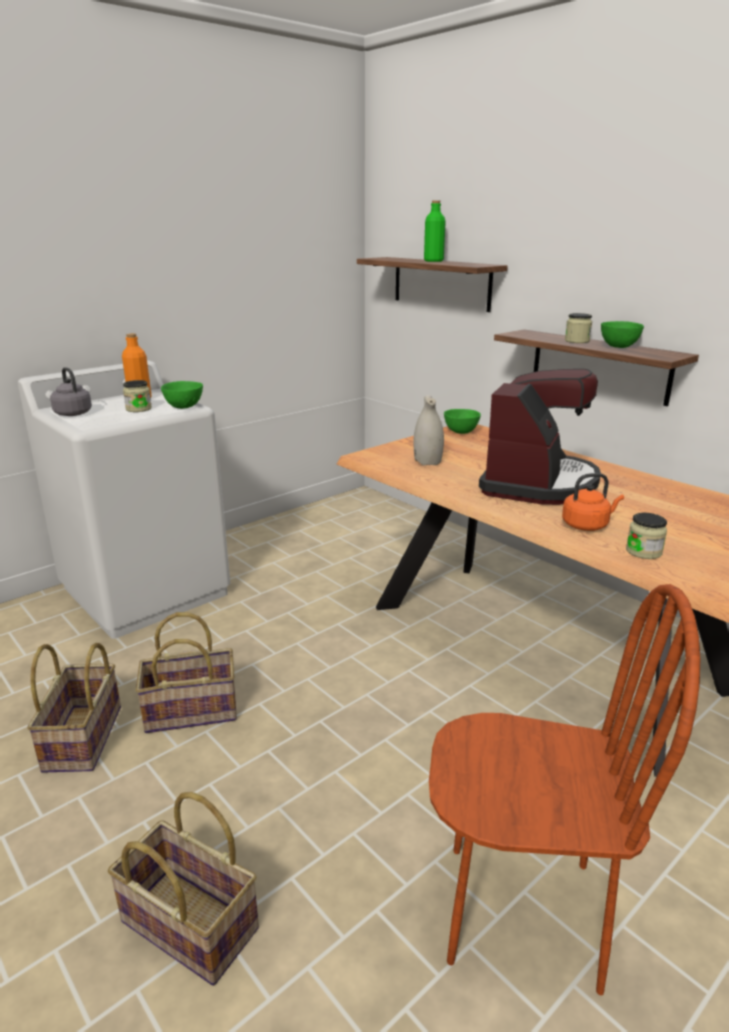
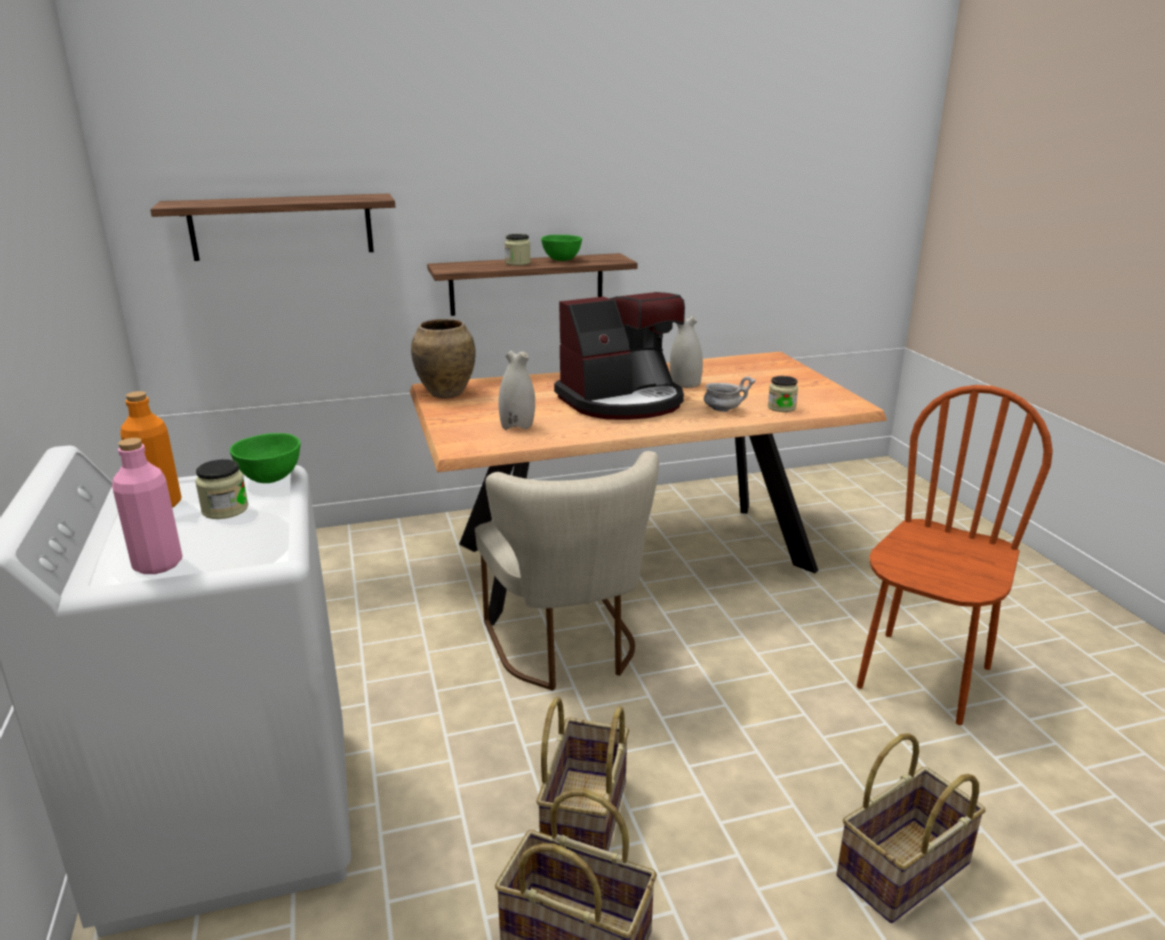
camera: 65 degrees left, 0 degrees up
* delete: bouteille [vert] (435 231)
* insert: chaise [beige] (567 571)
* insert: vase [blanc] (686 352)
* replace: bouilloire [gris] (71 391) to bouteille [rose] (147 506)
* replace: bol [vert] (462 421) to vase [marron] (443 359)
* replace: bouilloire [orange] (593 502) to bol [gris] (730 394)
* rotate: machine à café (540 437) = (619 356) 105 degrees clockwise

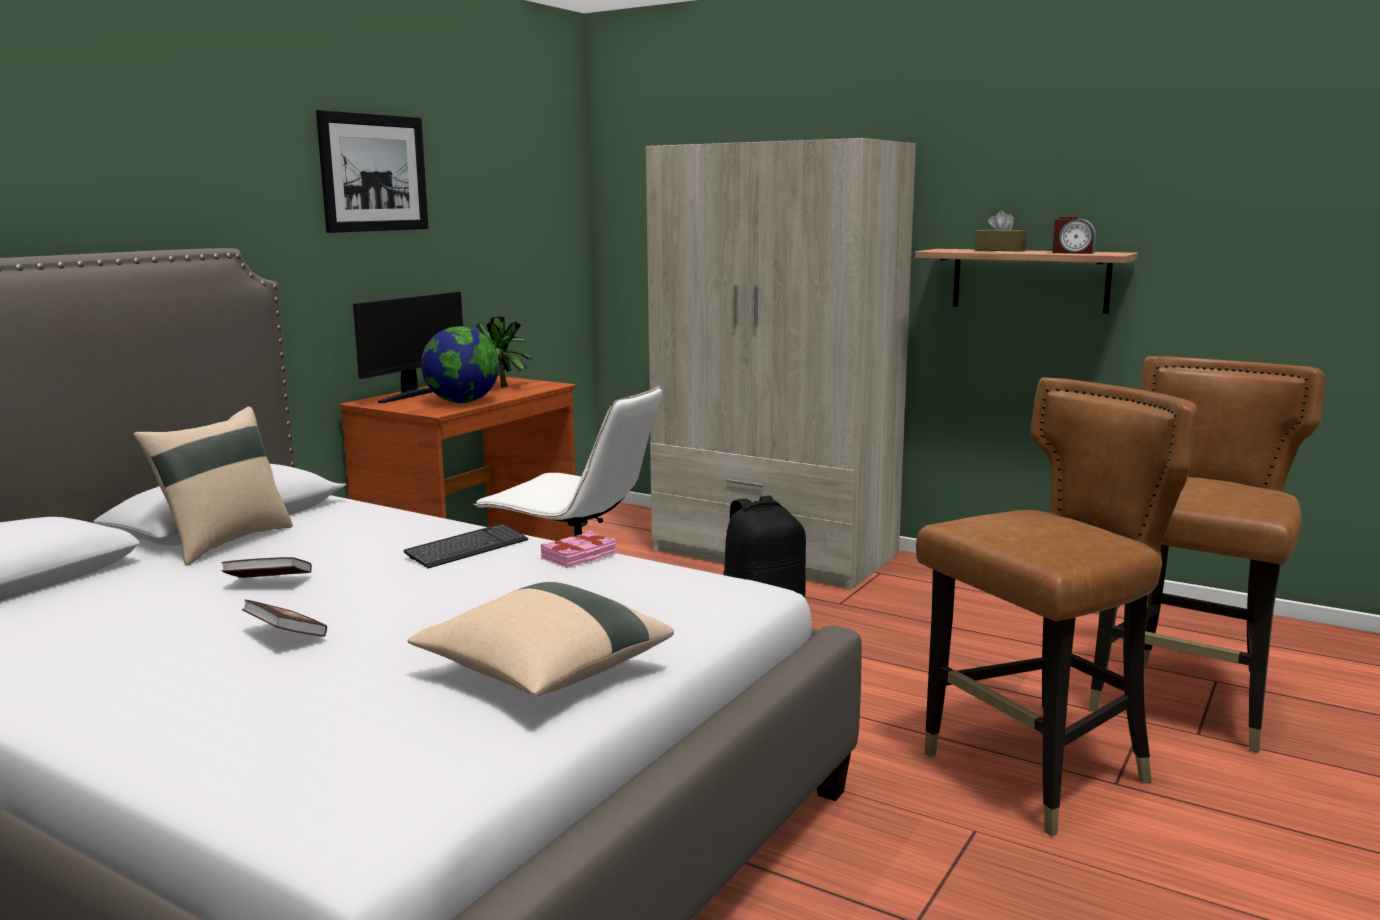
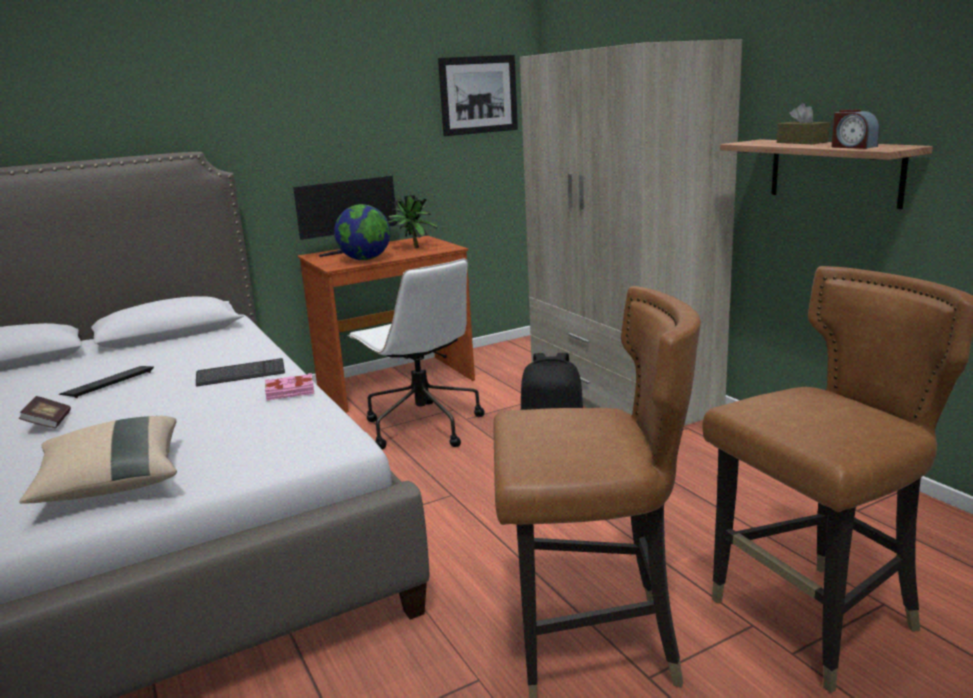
camera: 30 degrees right, 5 degrees up
* delete: coussin [beige] (213 486)
* move: tableau (372 171) to (478 95)
* replace: livre (266 567) to clavier (106 382)

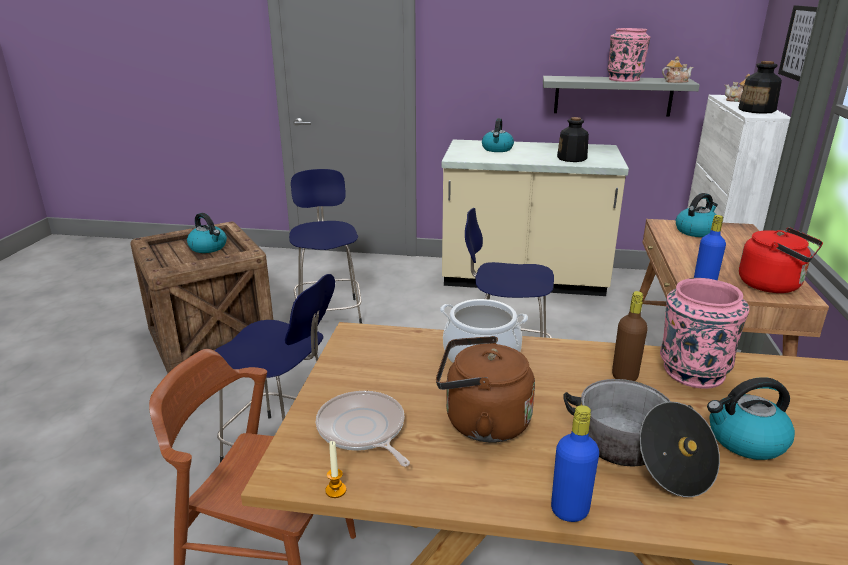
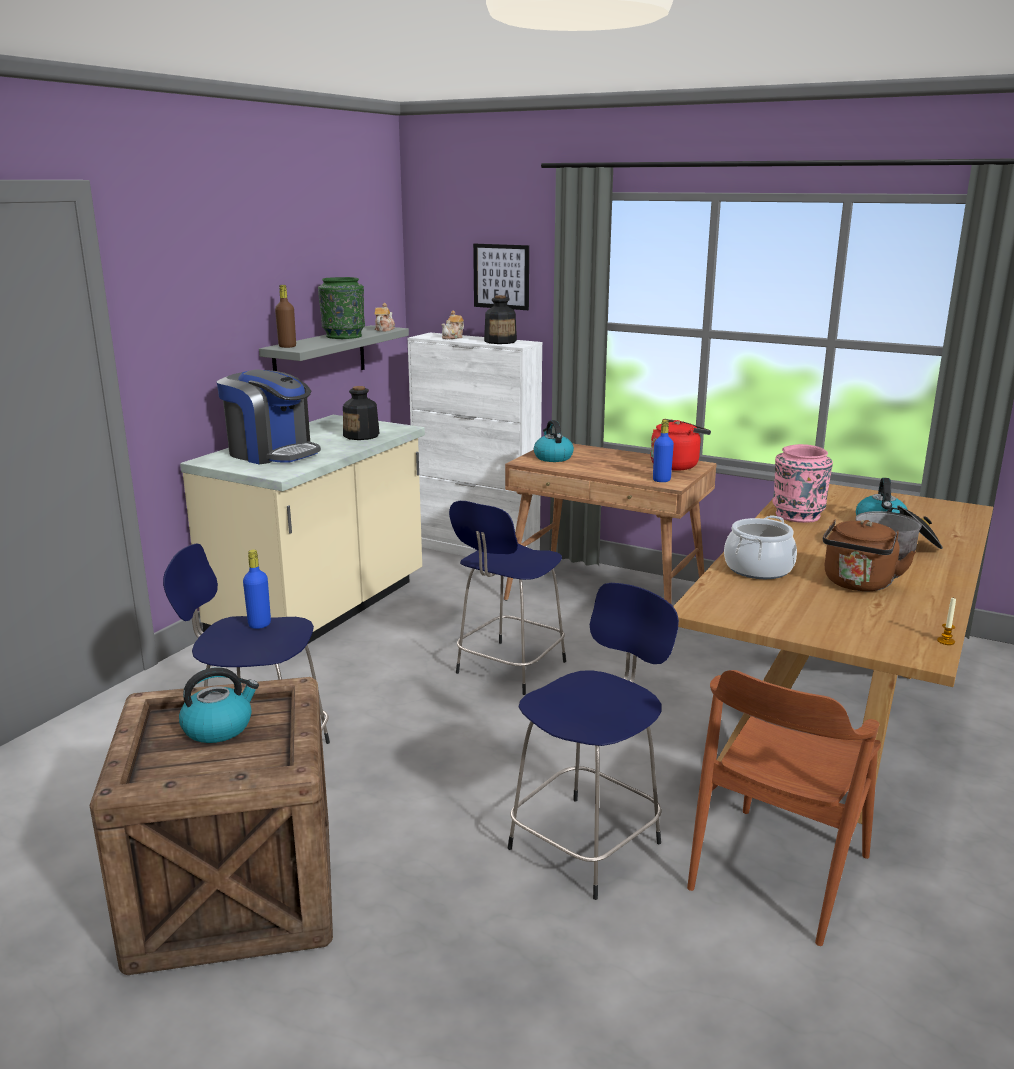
camera: 70 degrees left, 5 degrees down
* delete: poêle (363 429)
* move: bouteille [bleu] (575 463) to (257 589)
* move: bouteille [marron] (630 336) to (285 316)
* replace: bouilloire (498 135) to machine à café (269 417)
* recolor: vase [rose] (628 55) to vase [vert] (341 308)

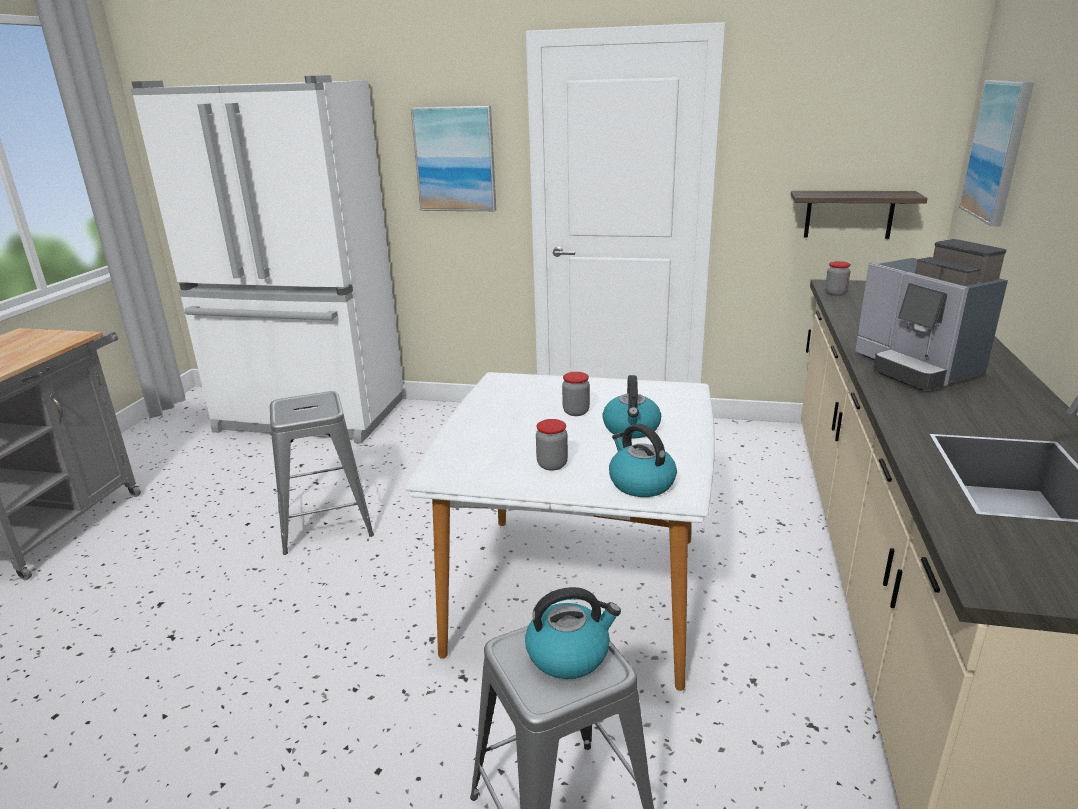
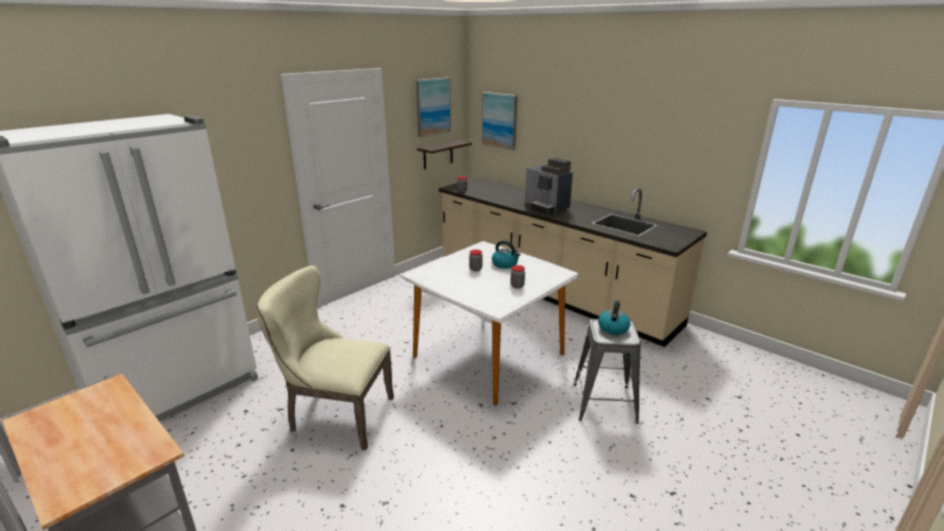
camera: 60 degrees left, 0 degrees up
* delete: bouilloire (643 460)
* move: tableau (453 158) to (433 107)
* replace: tabouret [gris] (322 473) to chaise [beige] (325 358)
* rotate: machine à café (931 315) = (549 186) 45 degrees clockwise

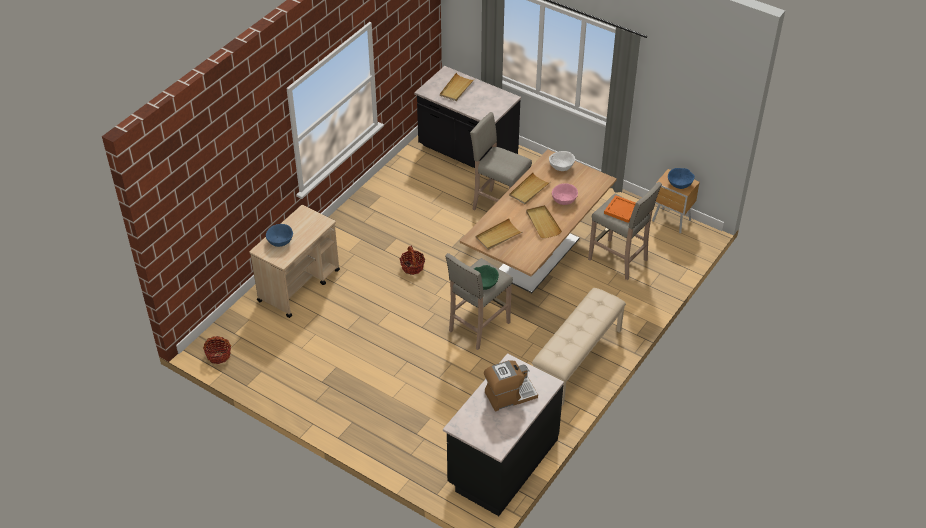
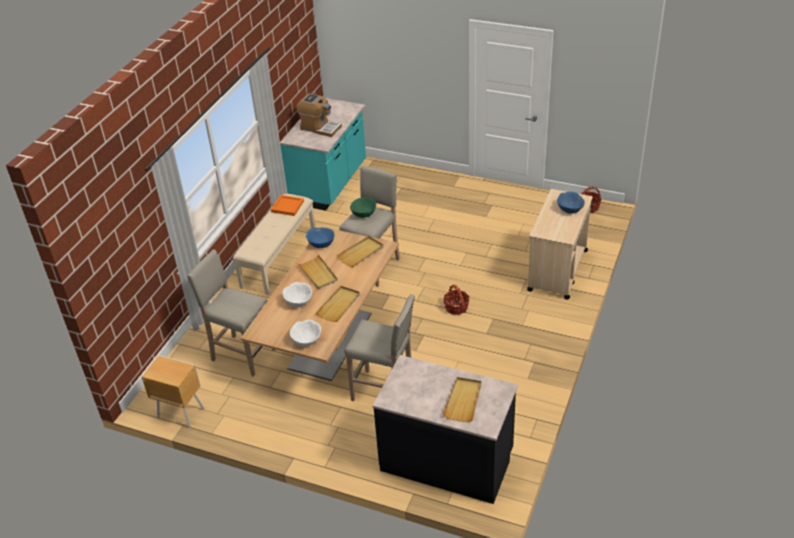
camera: 170 degrees right, 5 degrees down
* move: plateau [orange] (620 209) to (287 205)
* move: bol [bleu] (681 178) to (320 238)
* recolor: comptoir de cuisine [noir] (503 434) to comptoir de cuisine [turquoise] (323 154)
* recolor: bol [rose] (565 194) to bol [blanc] (297 294)
* rotate: machine à café (511 385) = (319 115) 120 degrees counterclockwise

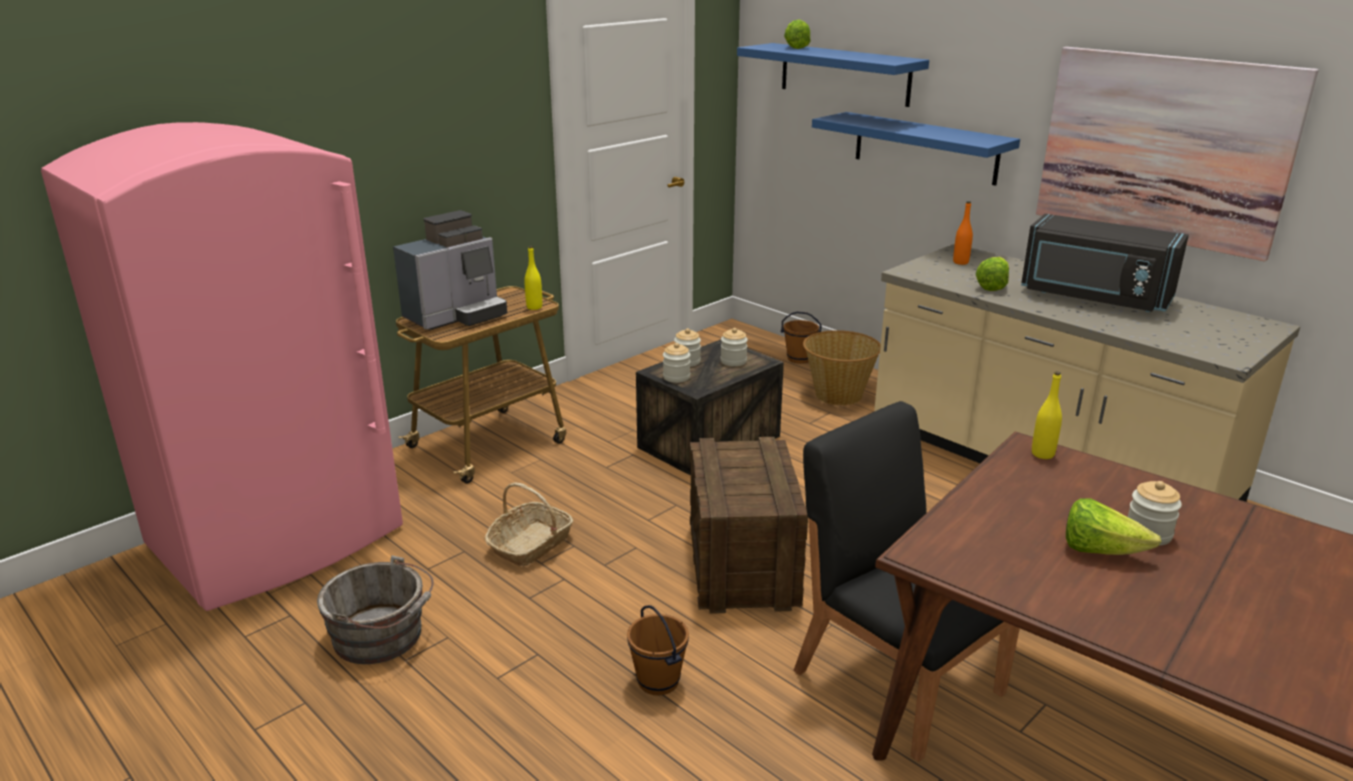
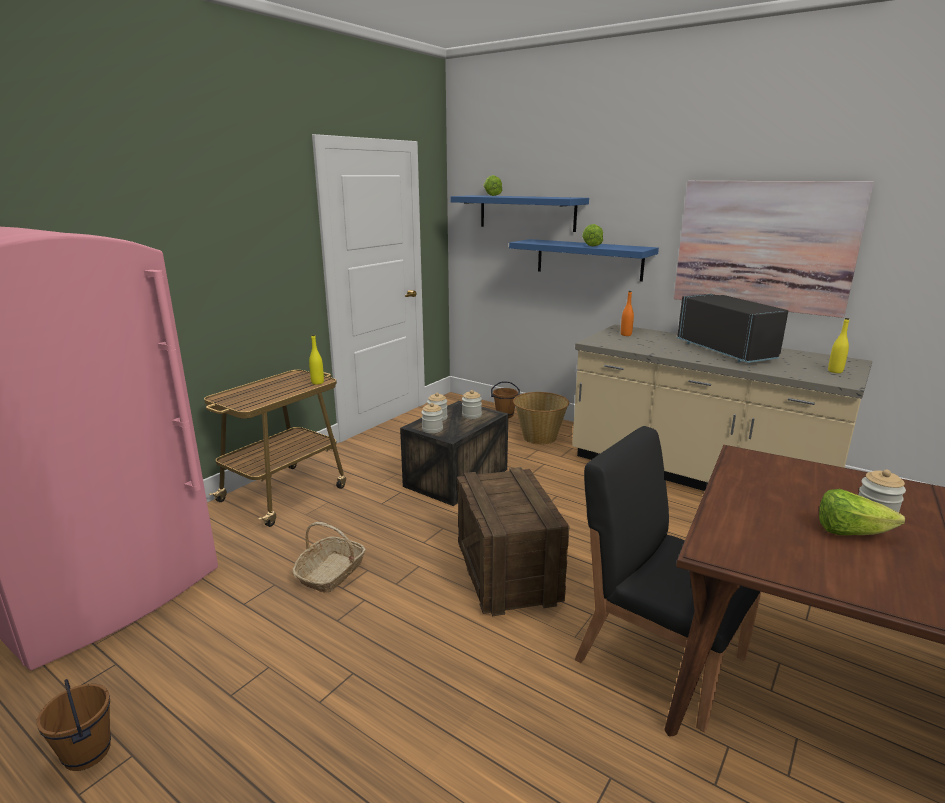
camera: 10 degrees left, 5 degrees down
* delete: seau [gris] (375 609)
* delete: machine à café (450 270)
* move: seau [marron] (658 650) to (74 725)
* move: laitue (992 274) to (592 235)
* move: bouteille [jaune] (1047 415) to (838 345)
* rotate: micro-ondes [noir] (1105 263) = (733 328) 135 degrees counterclockwise

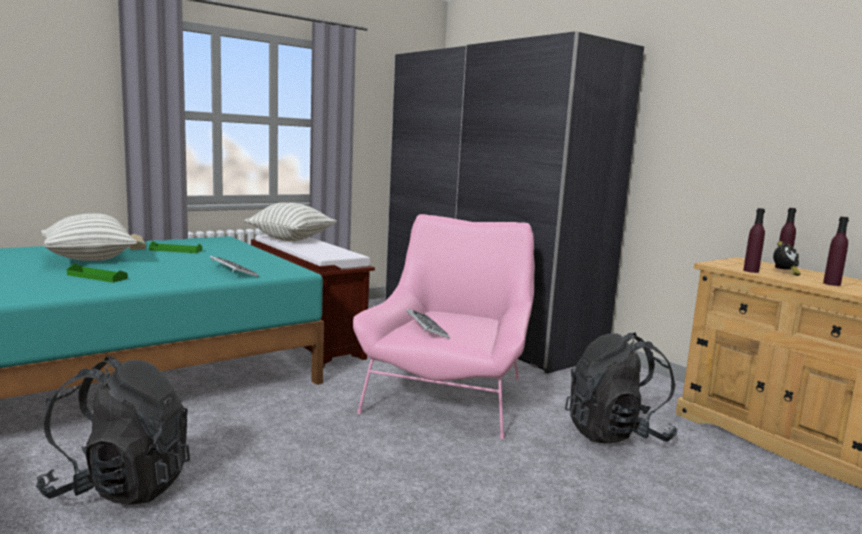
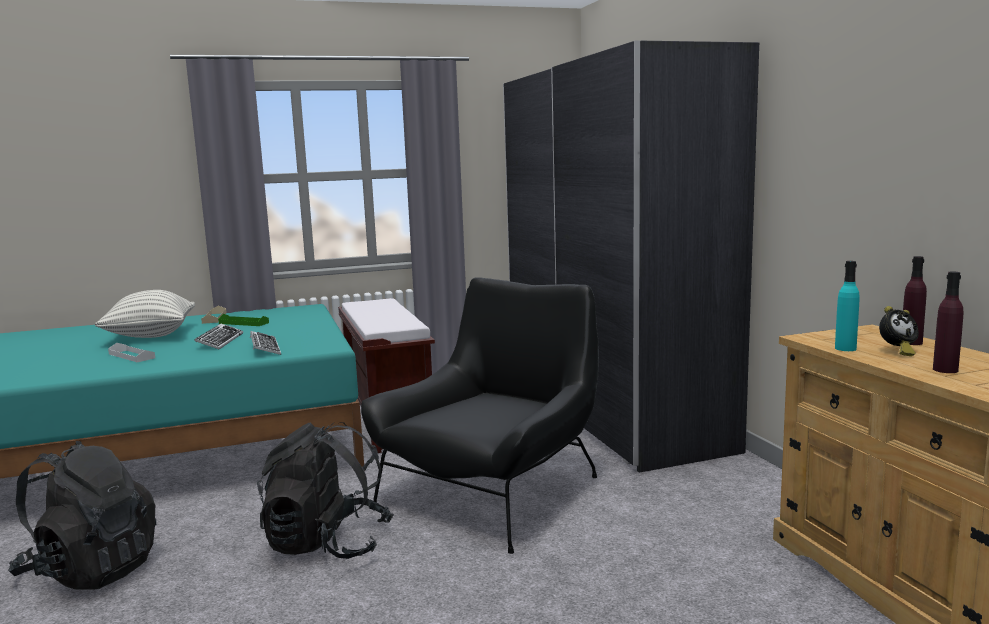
camera: 20 degrees right, 0 degrees up
* delete: coussin (290 221)
* move: clavier (428 324) to (218 336)
* move: sac à dos [noir] (621 388) to (325 490)
* recolor: plateau [vert] (97 273) to plateau [blanc] (131 352)
* recolor: fauteuil [rose] (444 326) to fauteuil [noir] (480 415)
* recolor: bouteille [violet] (754 240) to bouteille [turquoise] (847 306)

